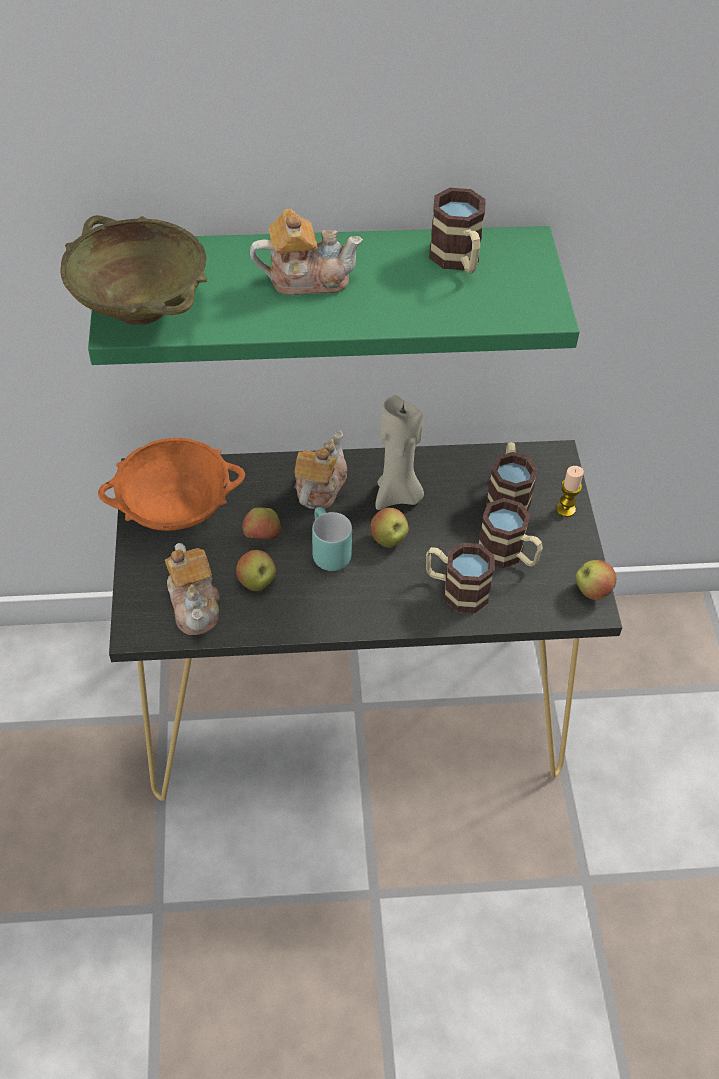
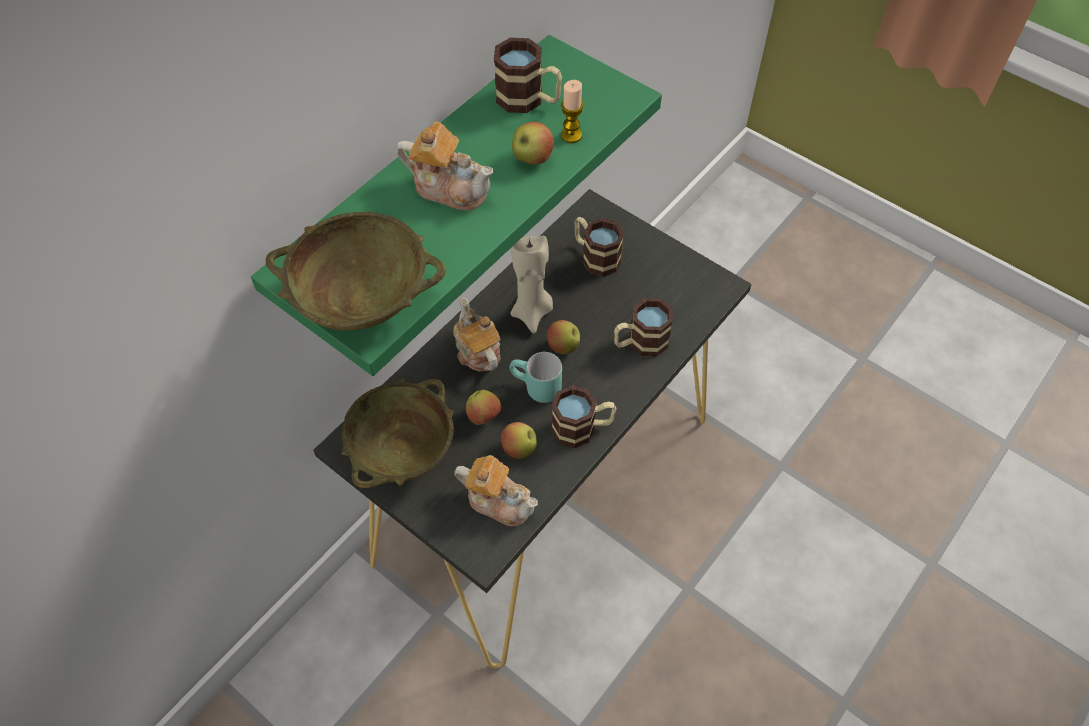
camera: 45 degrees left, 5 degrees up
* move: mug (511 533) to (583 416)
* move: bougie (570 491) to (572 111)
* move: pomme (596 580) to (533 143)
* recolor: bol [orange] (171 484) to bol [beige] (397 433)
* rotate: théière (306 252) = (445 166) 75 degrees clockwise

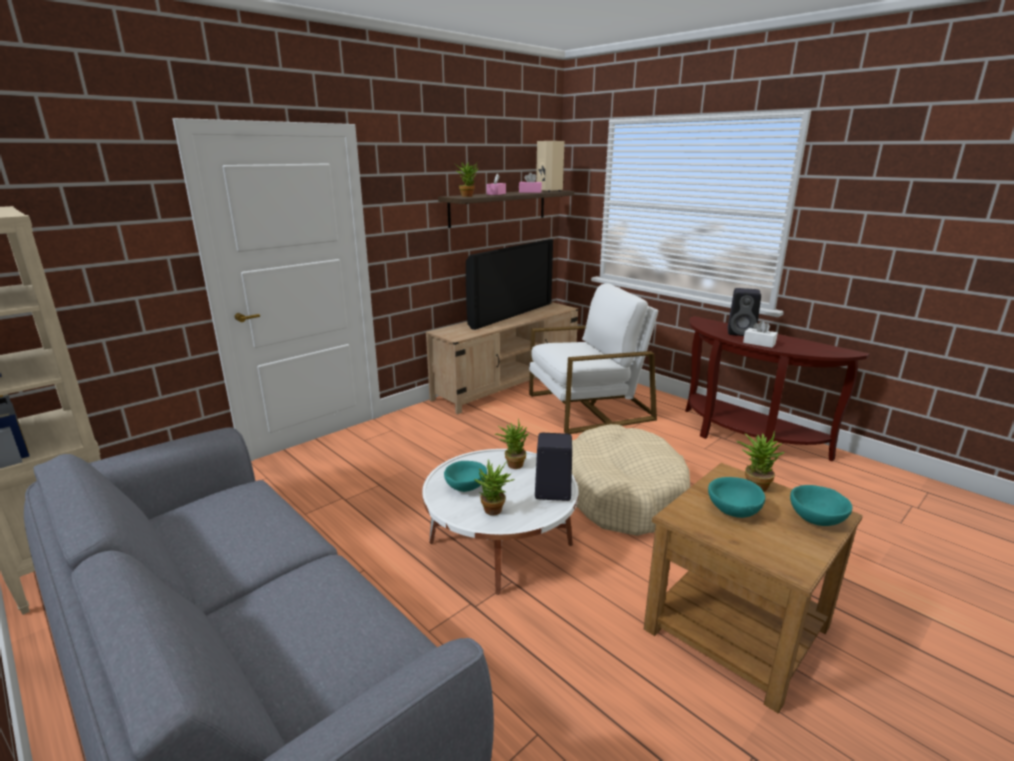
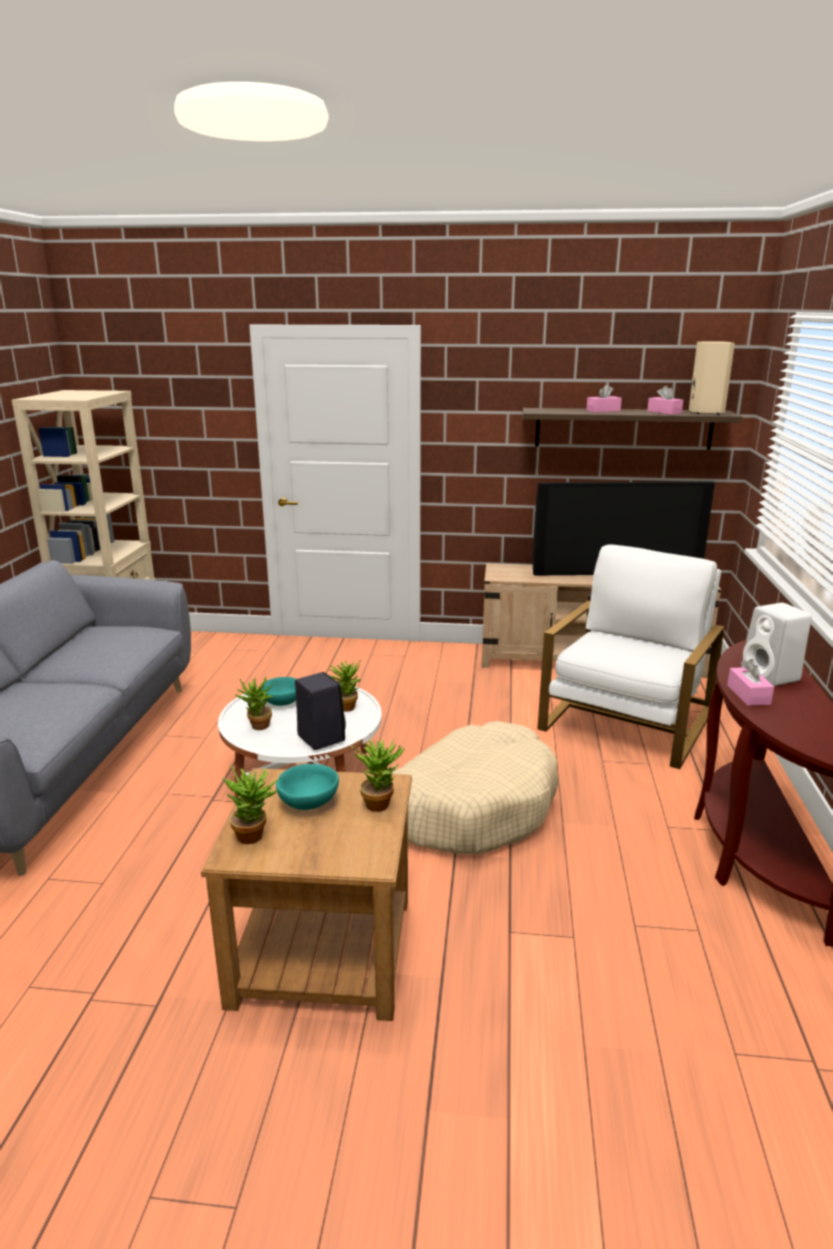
camera: 50 degrees right, 0 degrees up
* delete: bol [turquoise] (821 505)
* move: plante en pot (467 179) to (252 804)
* recolor: enceinte [noir] (744 312) to enceinte [blanc] (776 644)
* recolor: boîte à mouchoirs [blanc] (760 334) to boîte à mouchoirs [rose] (750 682)
* rotate: fauteuil [blanc] (593 359) = (630 656) 90 degrees counterclockwise

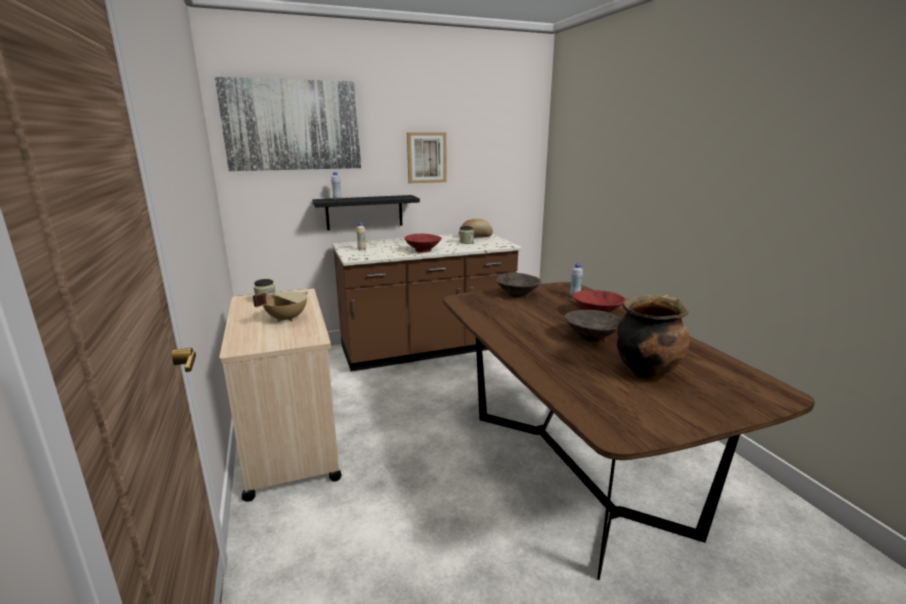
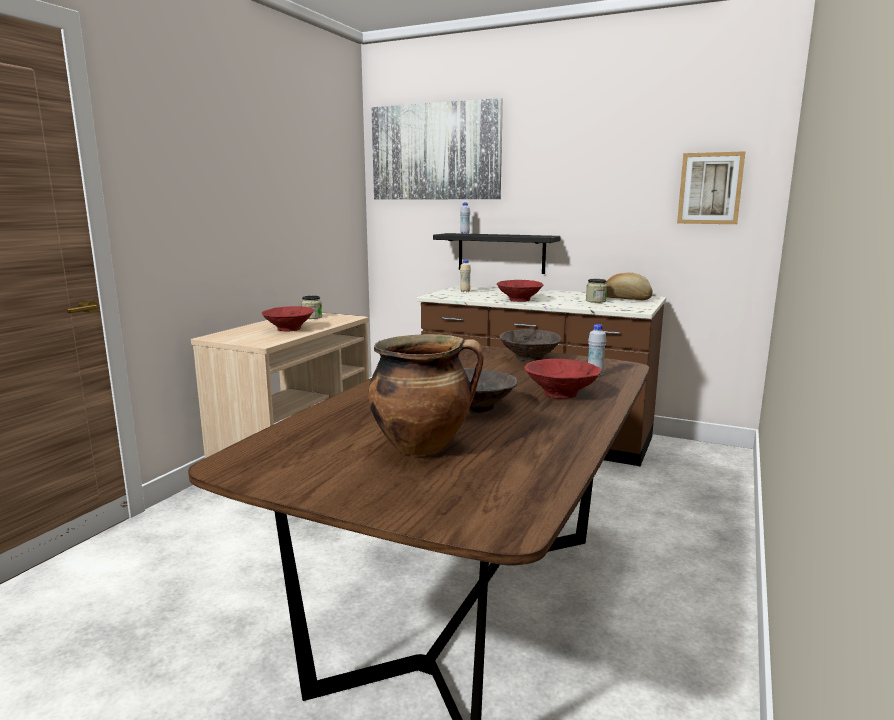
camera: 45 degrees right, 5 degrees down
* move: tableau (427 158) to (711 187)
* replace: marmite [beige] (280 307) to bol [rouge] (288 318)

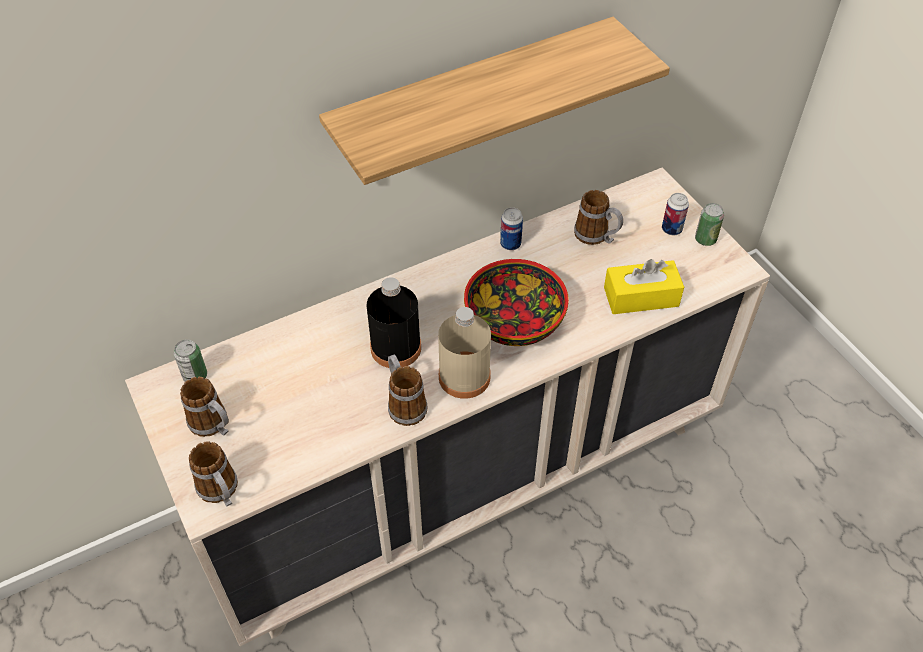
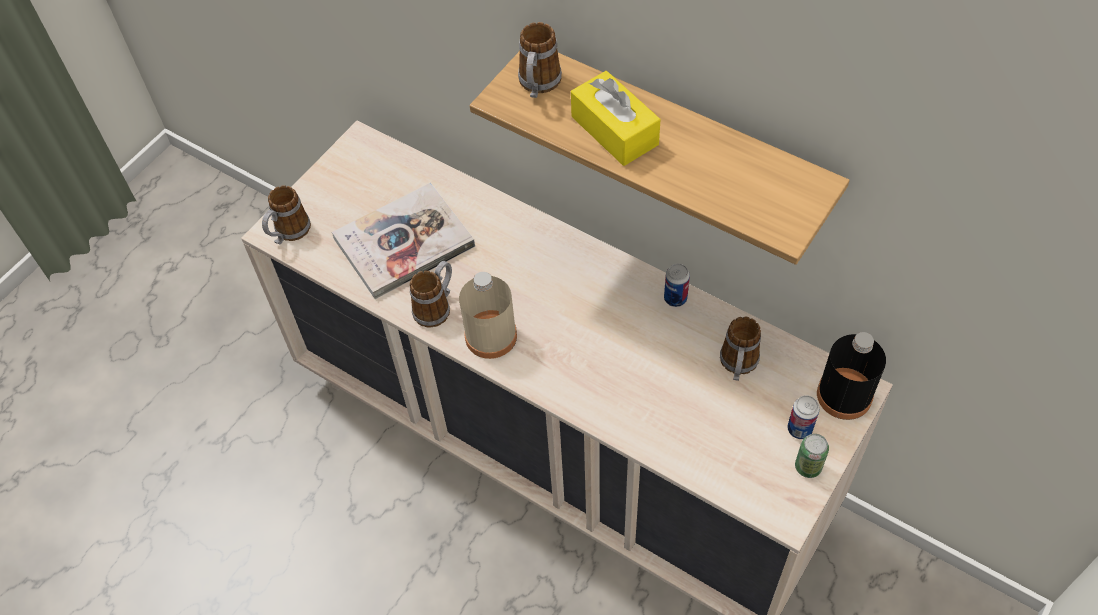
camera: 65 degrees right, 5 degrees up
* delete: boîte métallique (190 360)
* delete: bol (516 302)
* insert: livre (403 241)
* move: mug (204 407) to (540 60)
* move: bouteille [noir] (393 322) to (851 376)
* move: boîte à mouchoirs [jaune] (644 286) to (616 118)

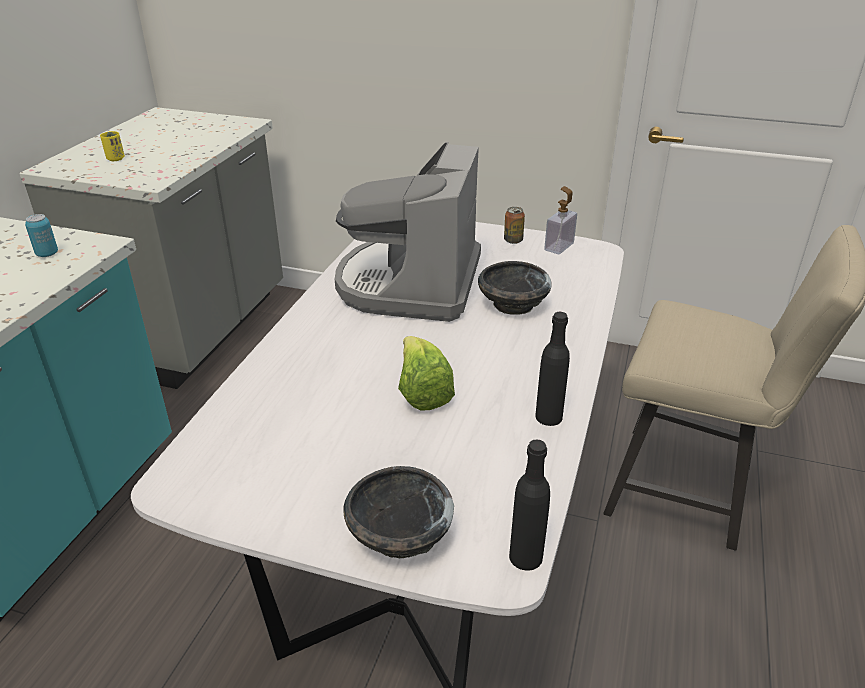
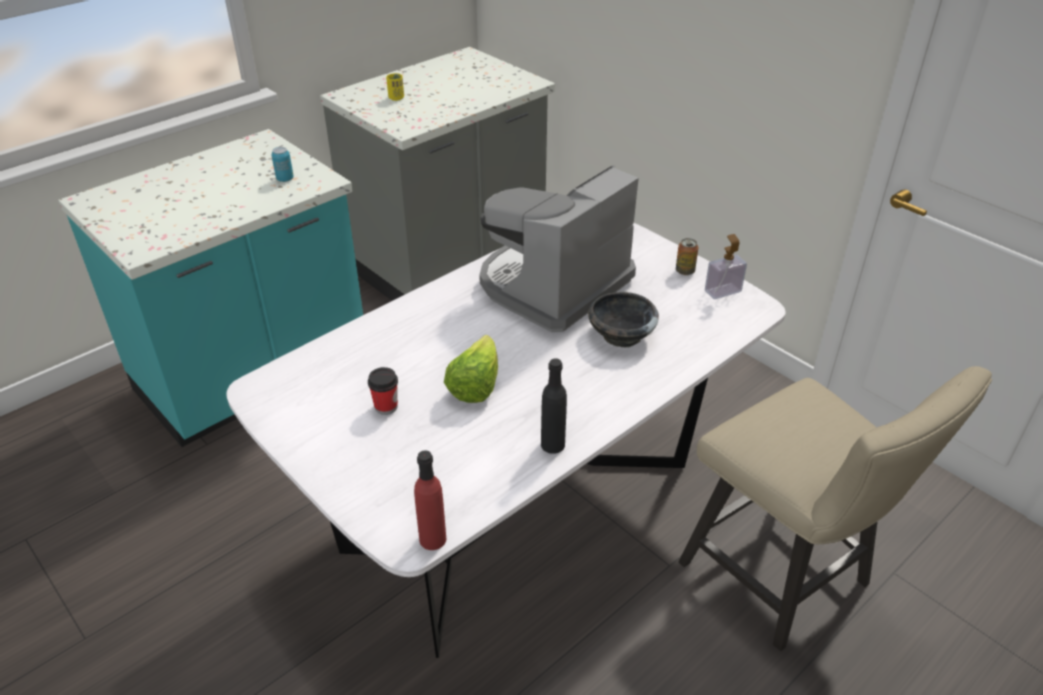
camera: 30 degrees right, 5 degrees up
* delete: bol [noir] (399 512)
* insert: tasse (383 391)
* recolor: bouteille [noir] (529 505) to bouteille [rouge] (430 500)

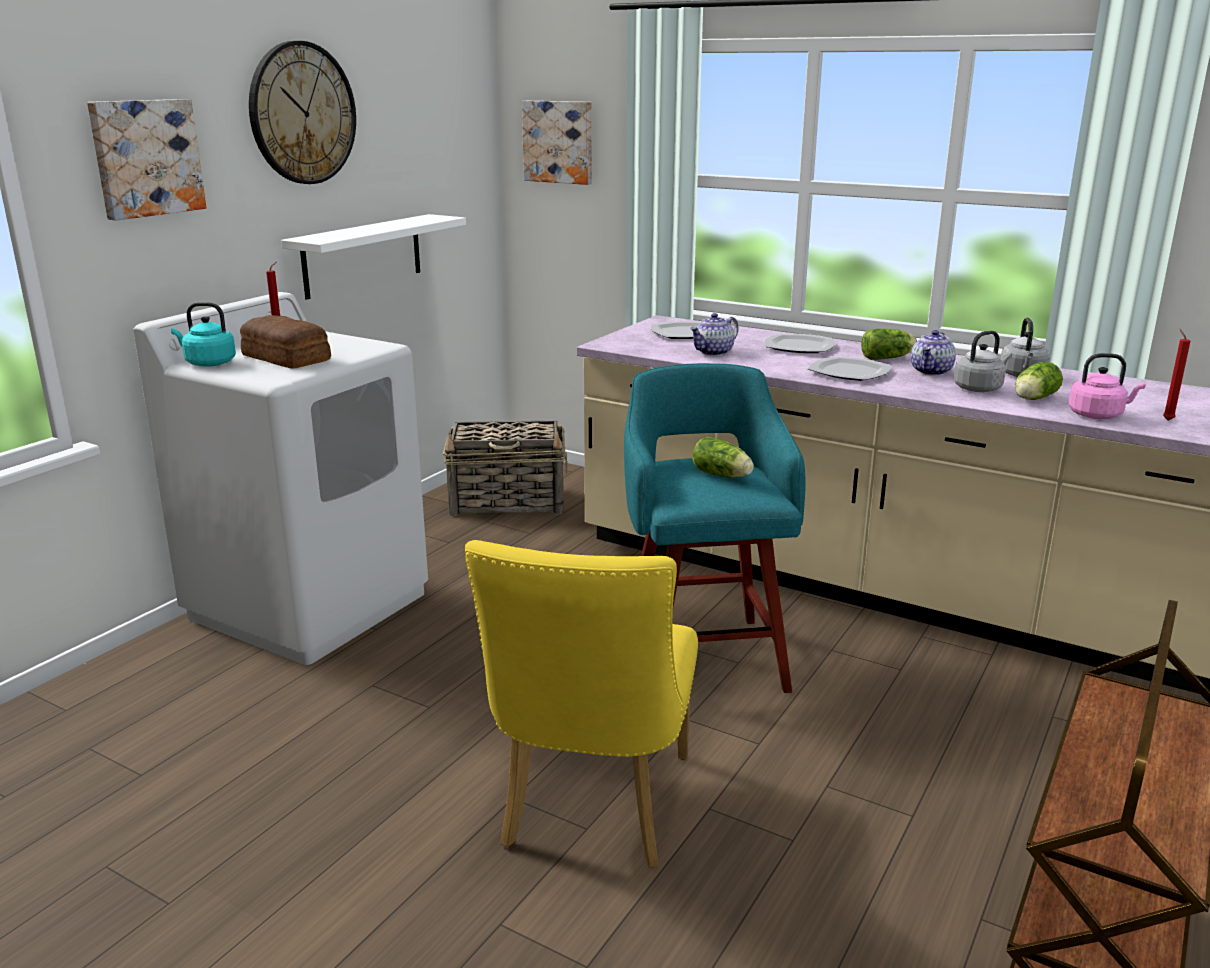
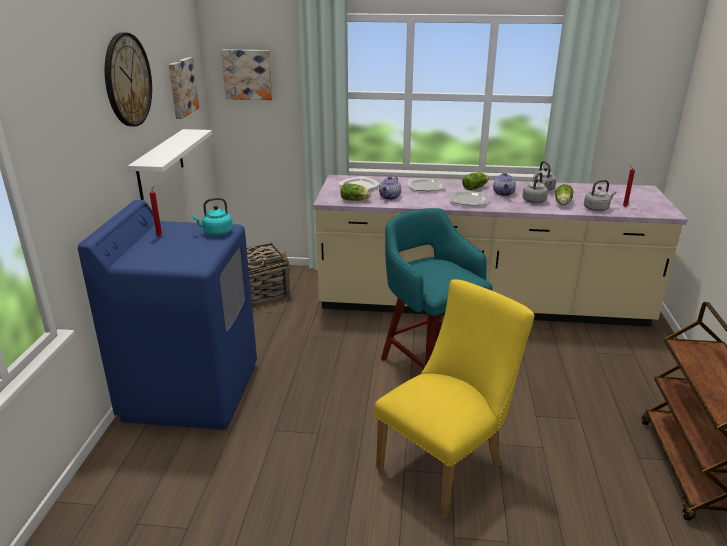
camera: 25 degrees left, 5 degrees up
* delete: pain (285 342)
* move: tableau (146 160) to (184 88)
* move: bouilloire [turquoise] (203 334) to (212 217)
* move: laitue (723 457) to (355 192)
* recolor: lave-linge [blanc] (280 478) to lave-linge [bleu] (167 315)
* recolor: bouilloire [rose] (1107 386) to bouilloire [gris] (600 195)
* rotate: chaise [jaune] (581 704) = (454 399) 120 degrees counterclockwise

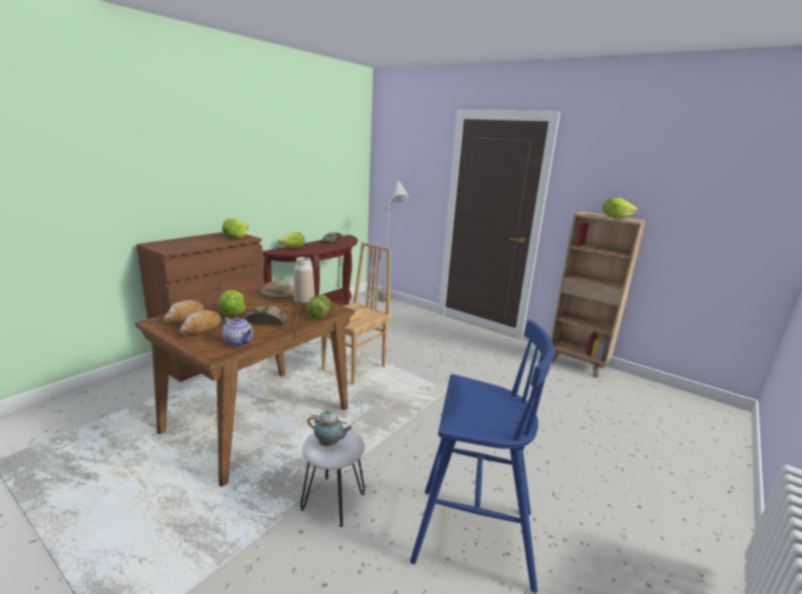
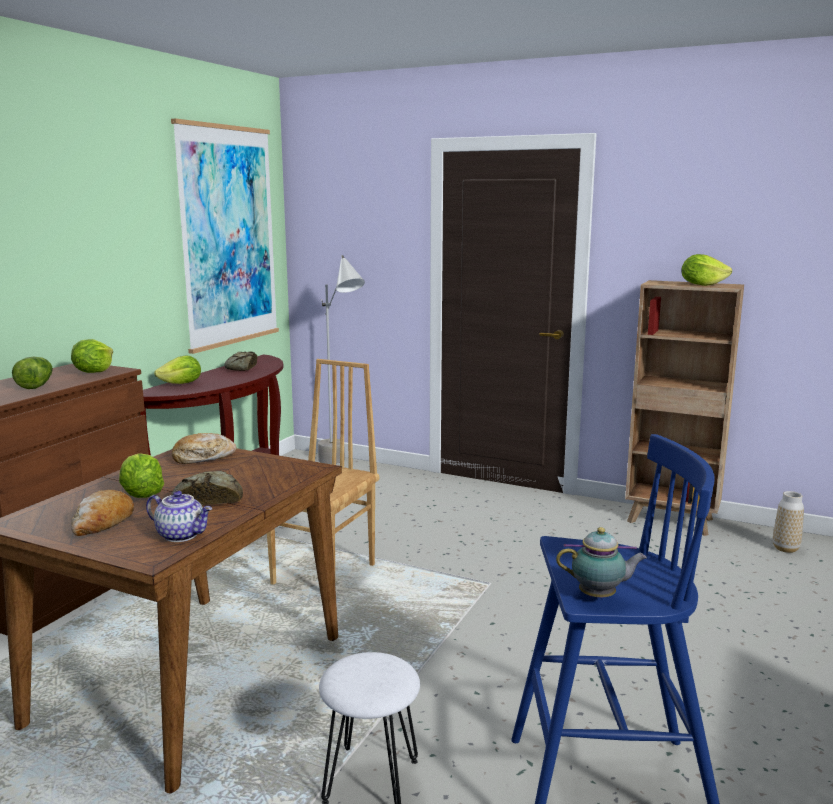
camera: 10 degrees left, 5 degrees down
* delete: pain (184 312)
* insert: tableau (225 236)
* move: vase (304 281) to (788 522)
* move: laitue (318 307) to (32 373)
* move: théière (329 427) to (601 562)

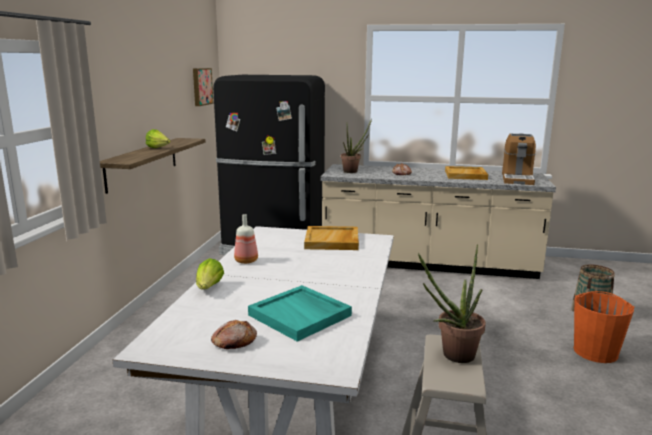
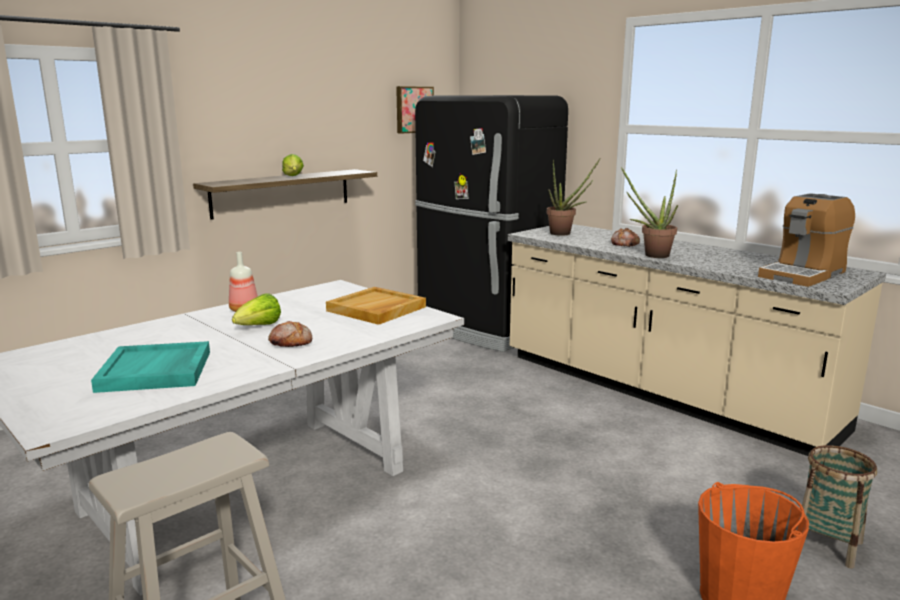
camera: 35 degrees right, 0 degrees up
* delete: plateau [beige] (466 173)
* move: laitue (210 274) to (256 309)
* move: pain (234 334) to (290 334)
* move: plante en pot (452 303) to (649 212)

